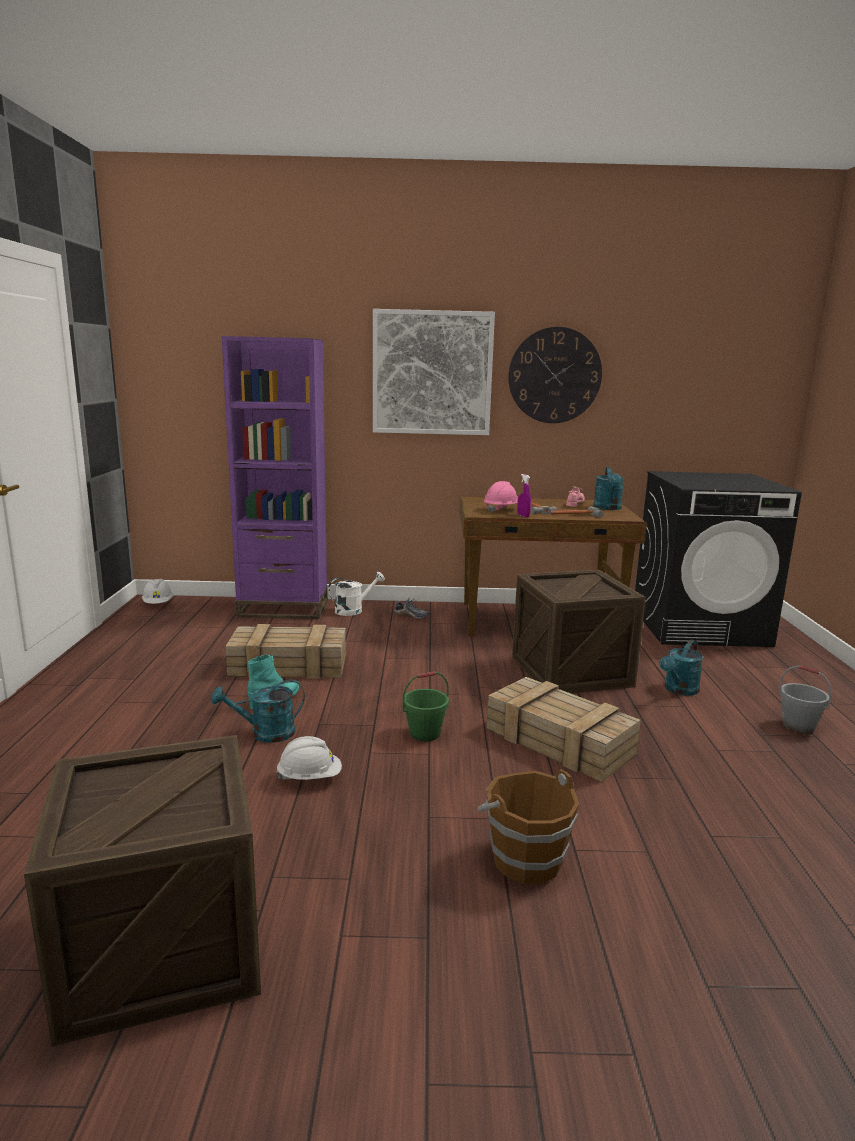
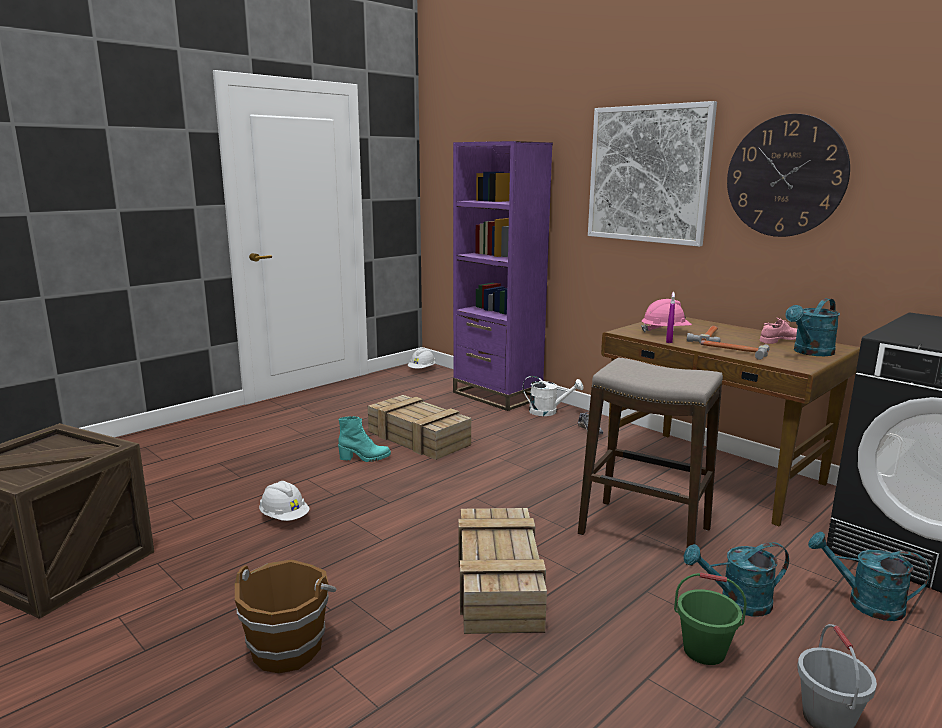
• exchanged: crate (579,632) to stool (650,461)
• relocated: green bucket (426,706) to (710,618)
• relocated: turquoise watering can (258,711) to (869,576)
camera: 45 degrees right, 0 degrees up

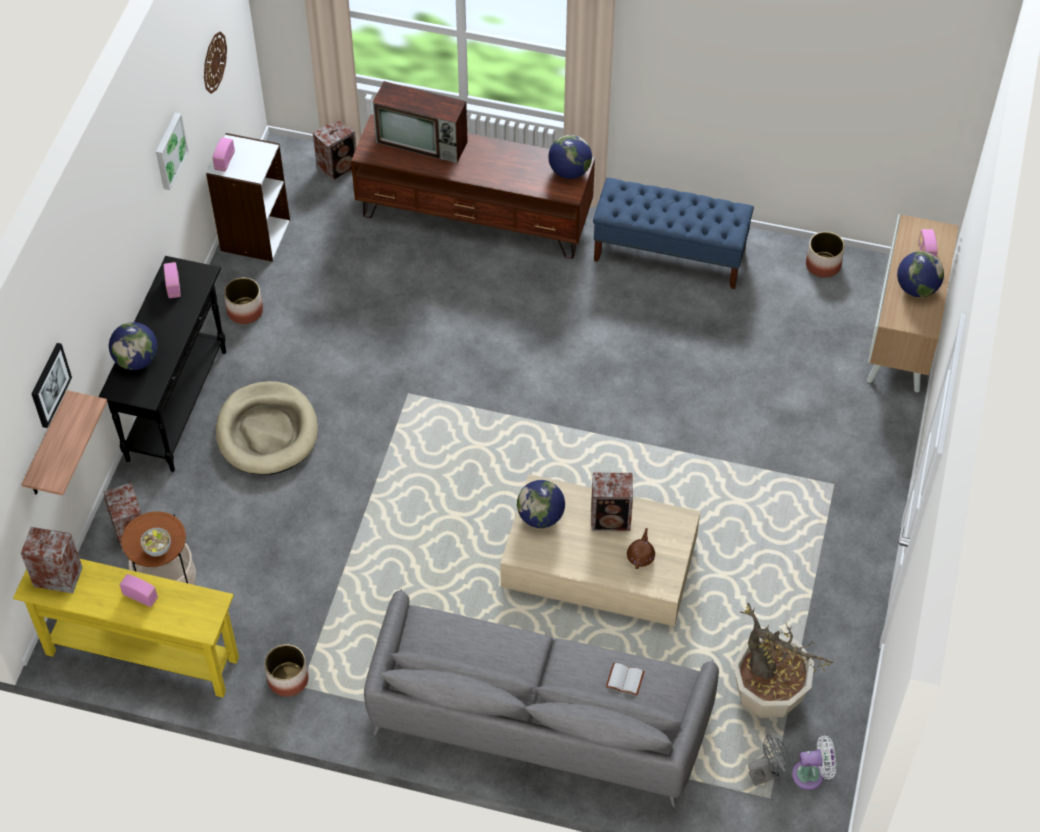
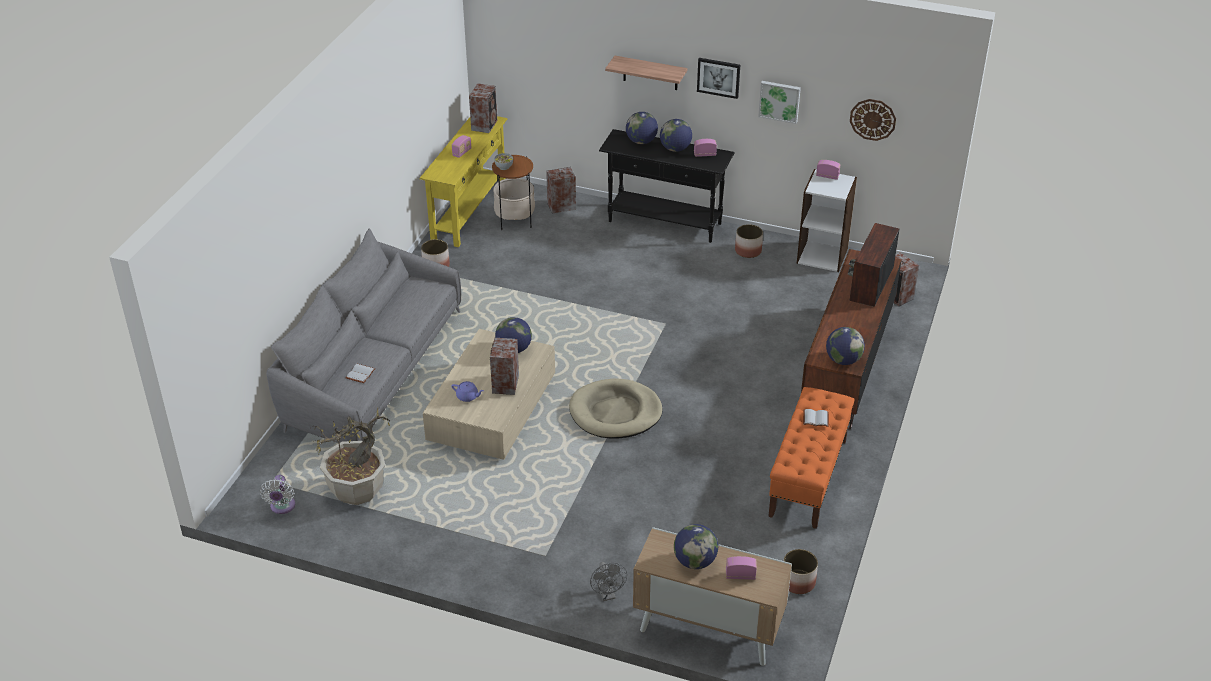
• colour: blue bench (673,233) to orange bench (811,458)
• relocated: picture (51,385) to (718,78)
• relocated: beige dog bed (267,428) to (616,408)
• relocated: shelf (64,443) to (646,73)
• colour: brown teapot (641,548) to purple teapot (468,391)
• relocated: grey fan (769,760) to (608,581)
• appeared: globe (676,135)
• appeared: white book (816,418)
camera: 95 degrees right, 15 degrees down

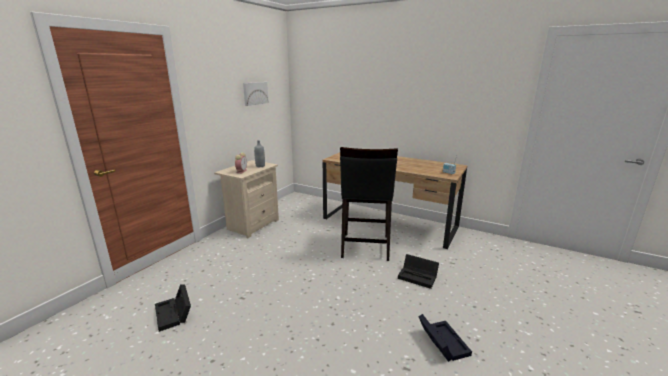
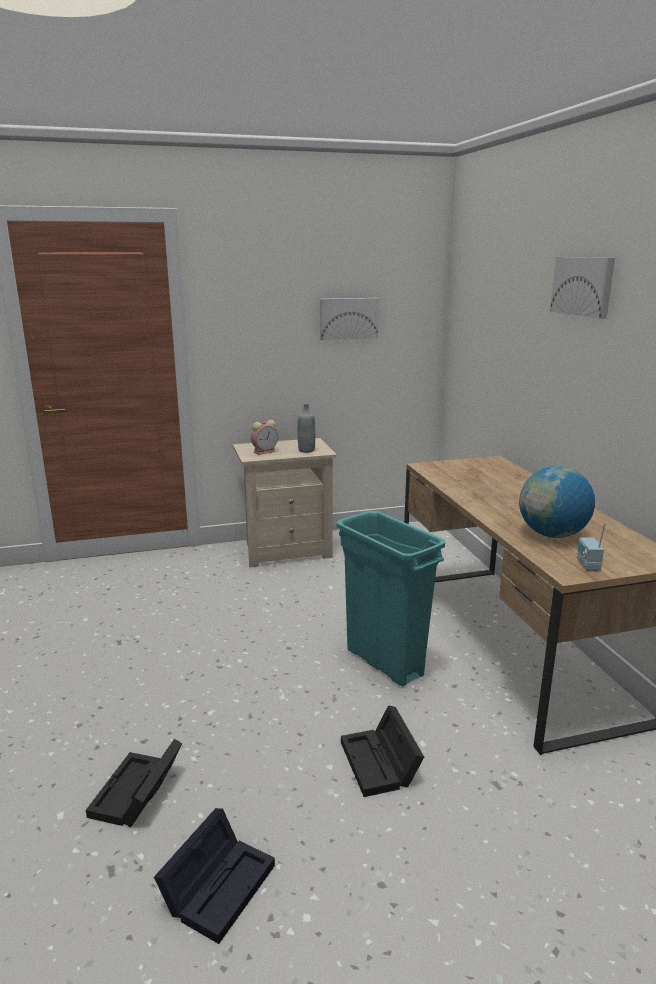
• exchanged: black stool (369,204) to turquoise trash can (391,598)
• relocated: black storage box (173,308) to (134,783)
• appeared: picture (582,288)
• appeared: globe (557,502)
camera: 45 degrees right, 0 degrees up

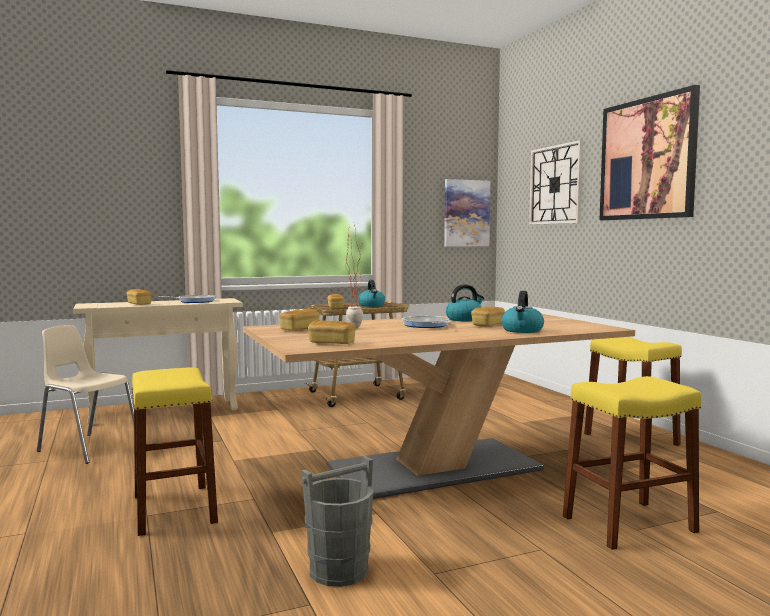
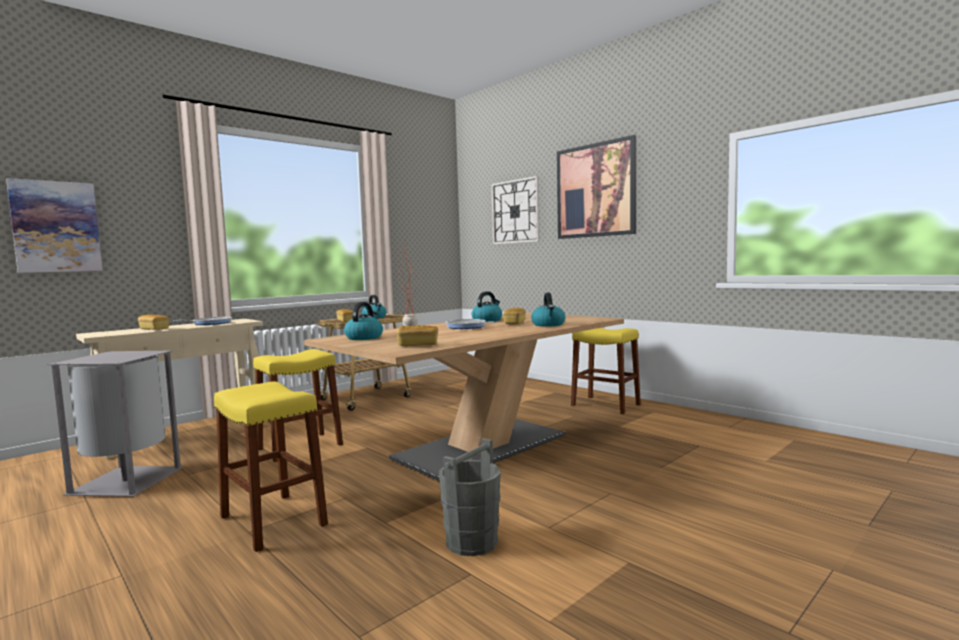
• relocated: picture (467,213) to (54,225)
• exchanged: bread (300,320) to kettle (363,321)
• exchanged: beige chair (85,394) to grey trash can (115,423)
• relocated: yellow stool (632,463) to (298,405)
camera: 20 degrees left, 0 degrees up

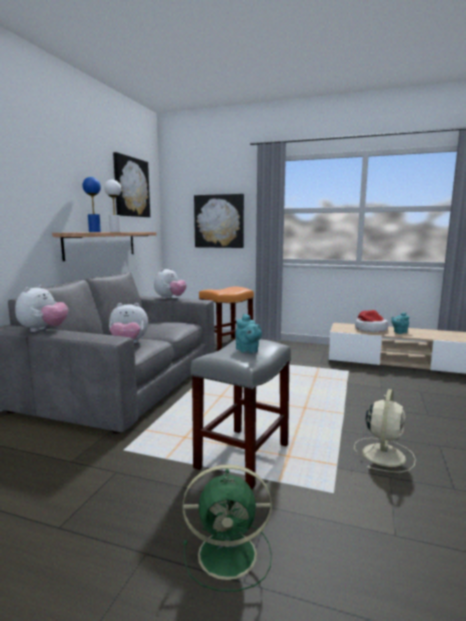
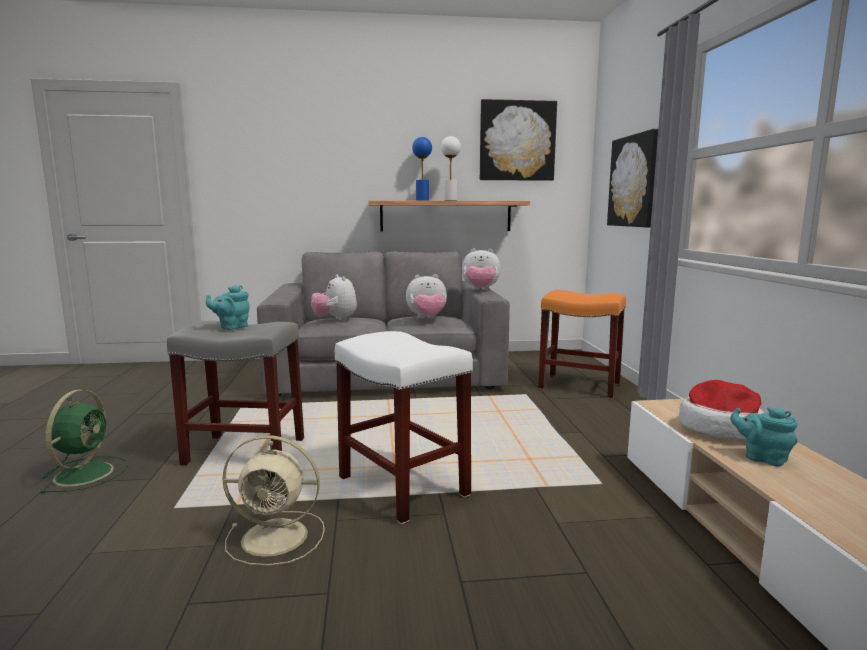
• relocated: plush toy (41,308) to (426,296)
• spun: green fan (227,528) = (84,441) 150 degrees counterclockwise
• appeared: white stool (404,427)
camera: 65 degrees right, 0 degrees up

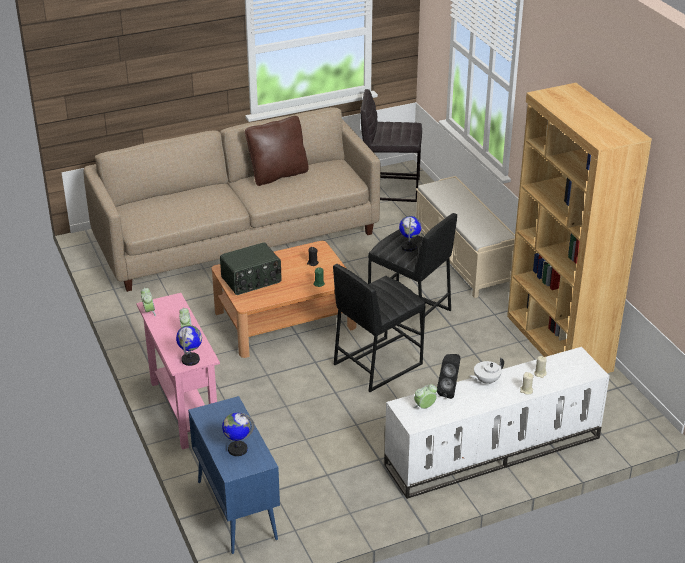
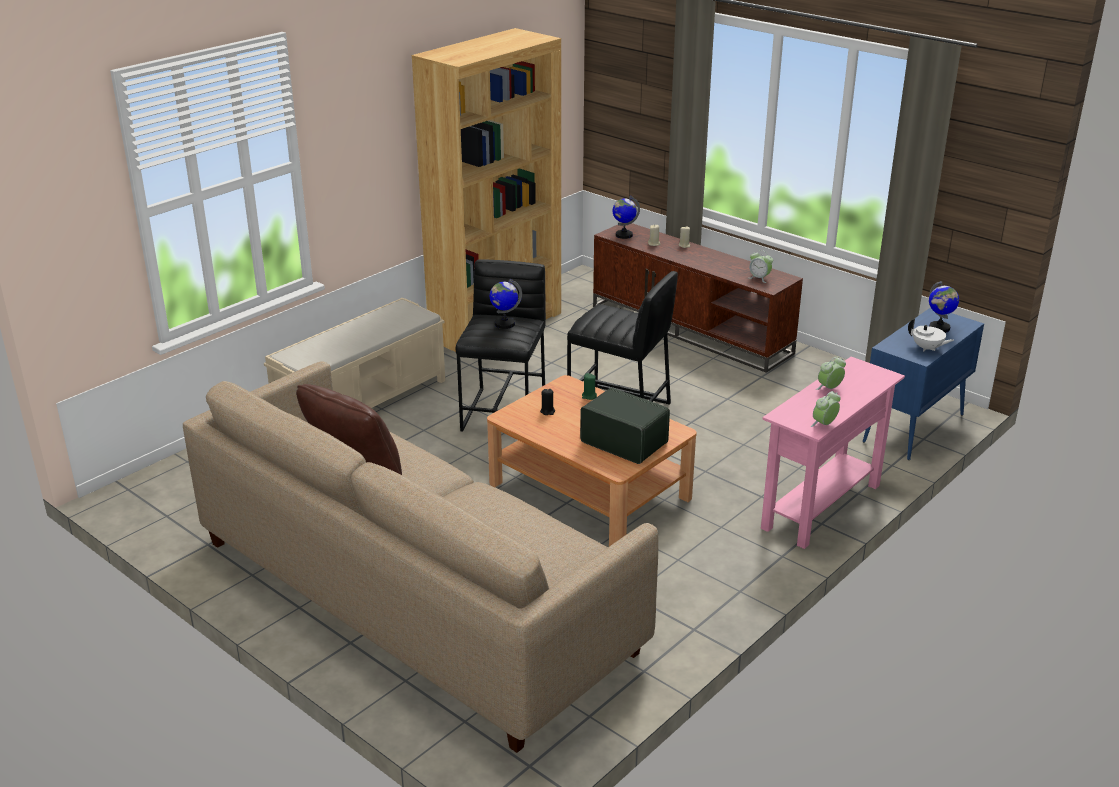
• missing: grey stool (391,145)
• relocated: globe (189,345) to (626,217)
• colour: white tv stand (497,423) to brown tv stand (698,298)
• missing: black speaker (449,376)
• relocated: white teapot (487,371) to (931,335)
camera: 115 degrees left, 5 degrees down

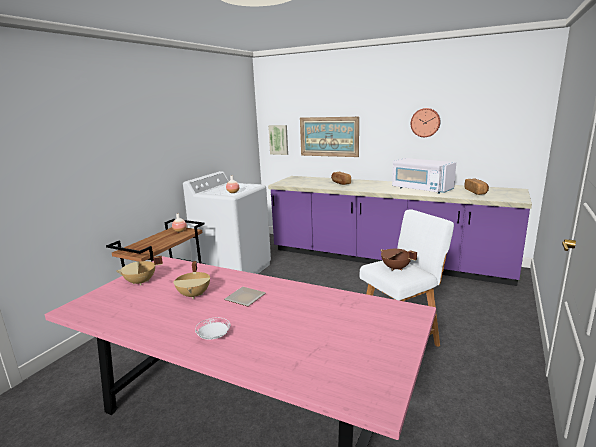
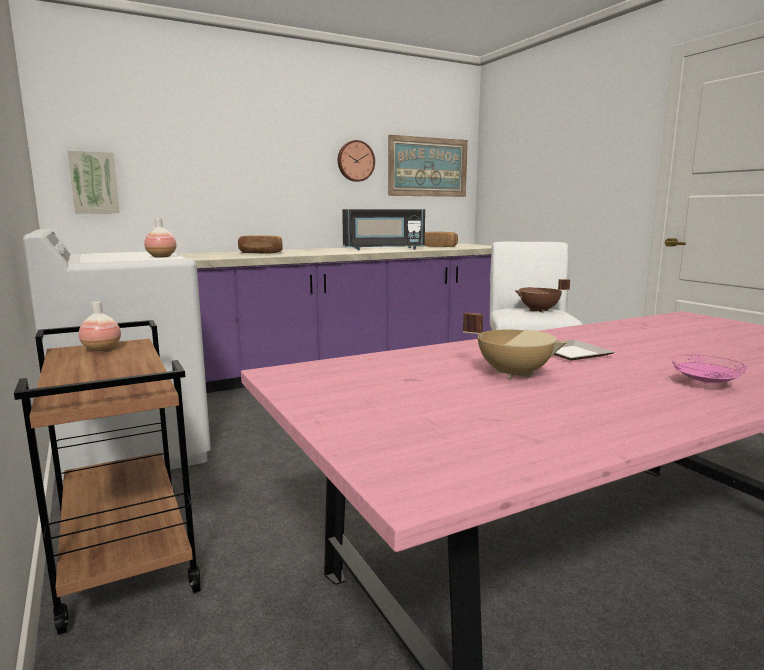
• relocated: picture (329,137) to (428,166)
• colour: white microwave (424,176) to black microwave (383,229)
• missing: beige cooking pot (139,271)
• colour: white plate (212,328) to pink plate (709,369)
camera: 55 degrees left, 5 degrees down

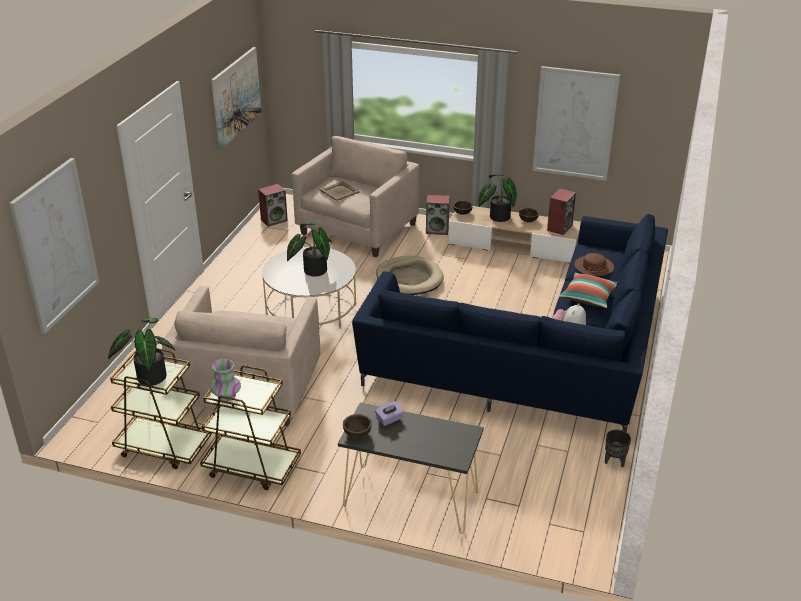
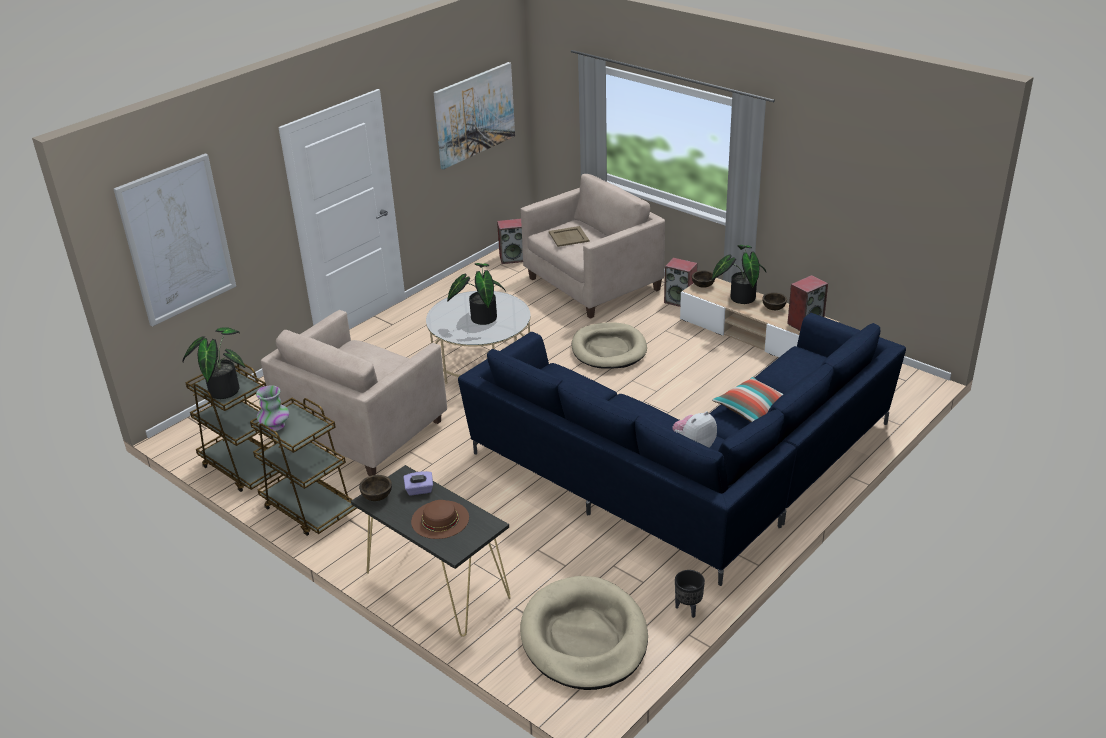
• missing: picture (576,123)
• relocated: brown hat (594,264) to (440,519)
• appeared: beige dog bed (584,633)
camera: 25 degrees right, 0 degrees up

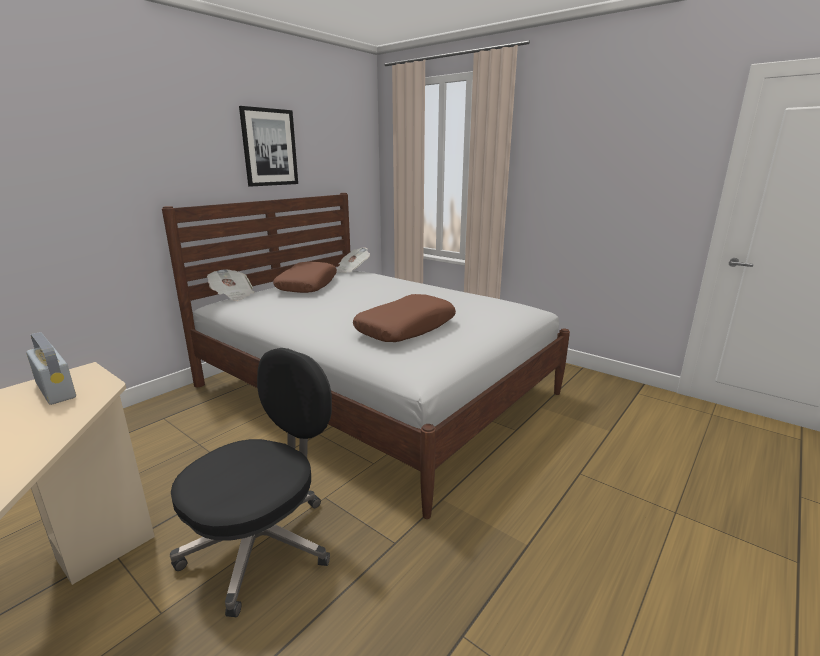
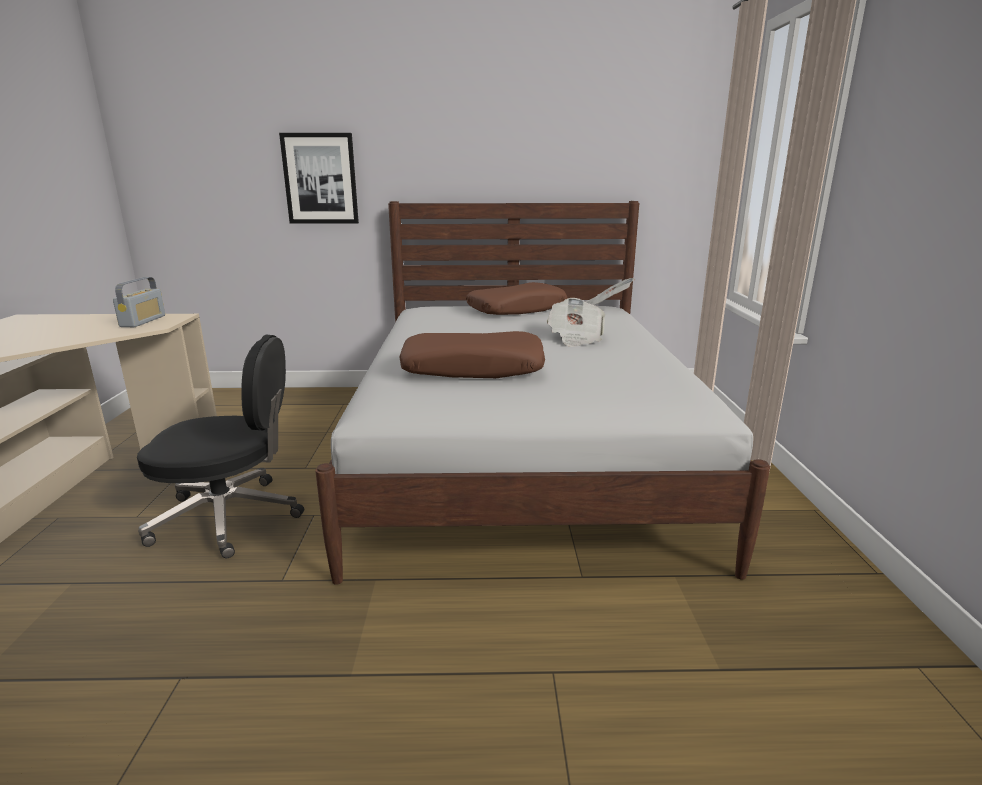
• relocated: picture (268,146) to (319,178)
• relocated: newspaper (230,285) to (576,322)
camera: 50 degrees right, 0 degrees up

